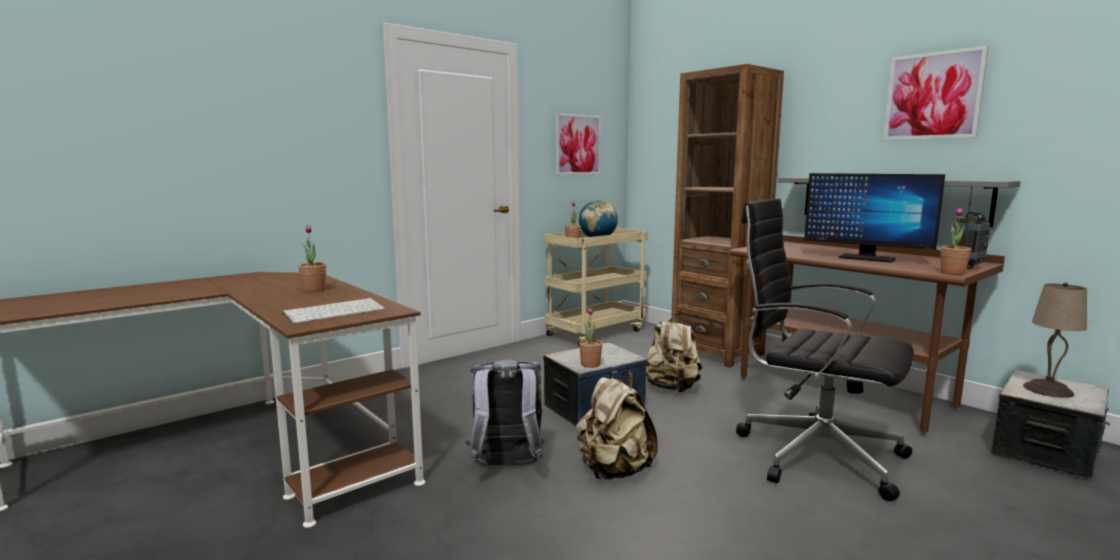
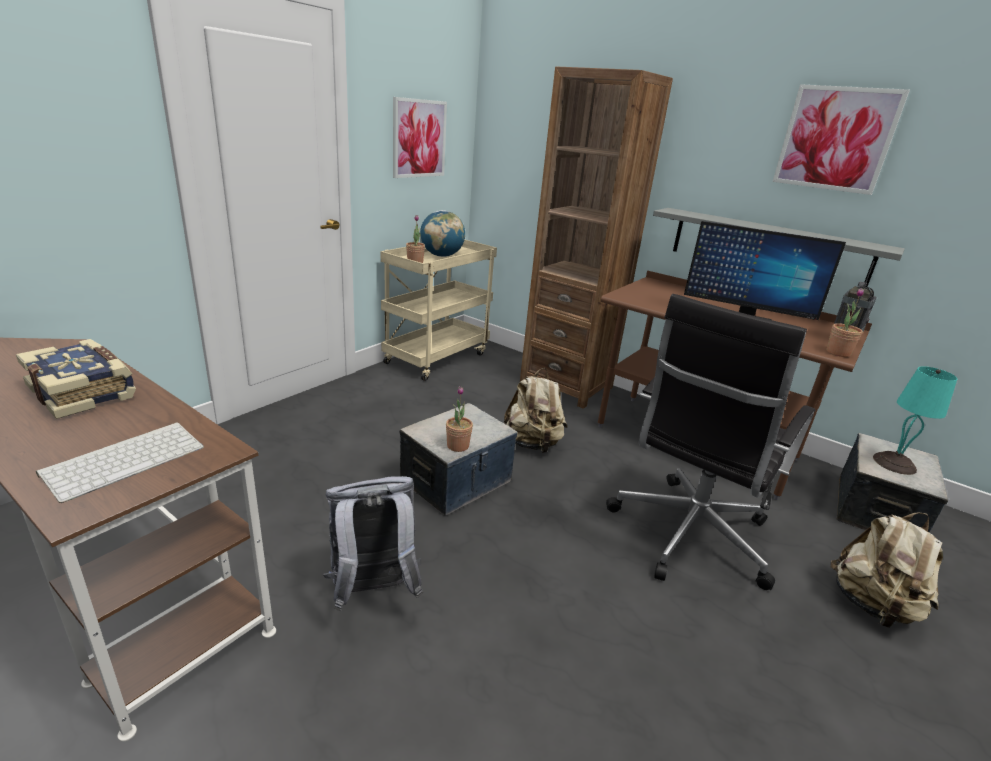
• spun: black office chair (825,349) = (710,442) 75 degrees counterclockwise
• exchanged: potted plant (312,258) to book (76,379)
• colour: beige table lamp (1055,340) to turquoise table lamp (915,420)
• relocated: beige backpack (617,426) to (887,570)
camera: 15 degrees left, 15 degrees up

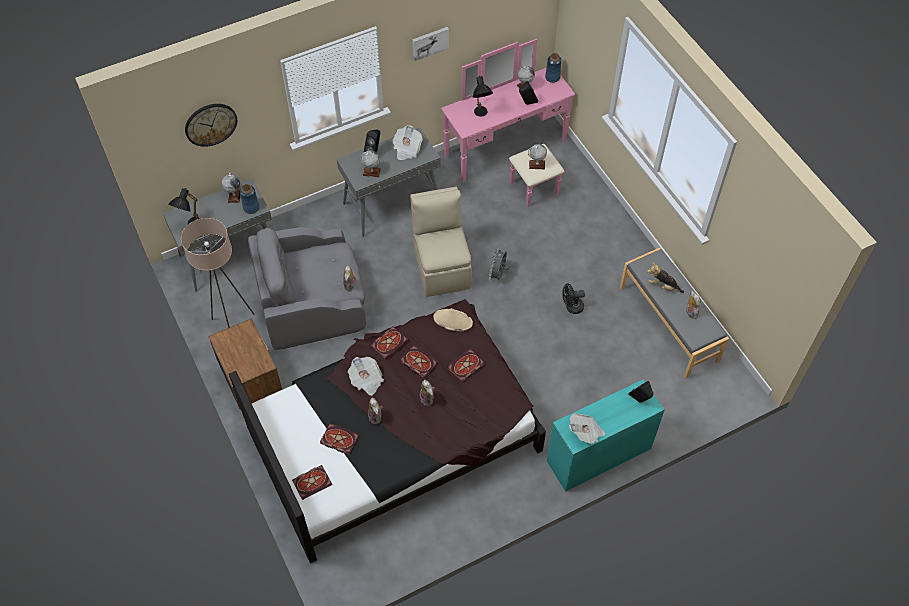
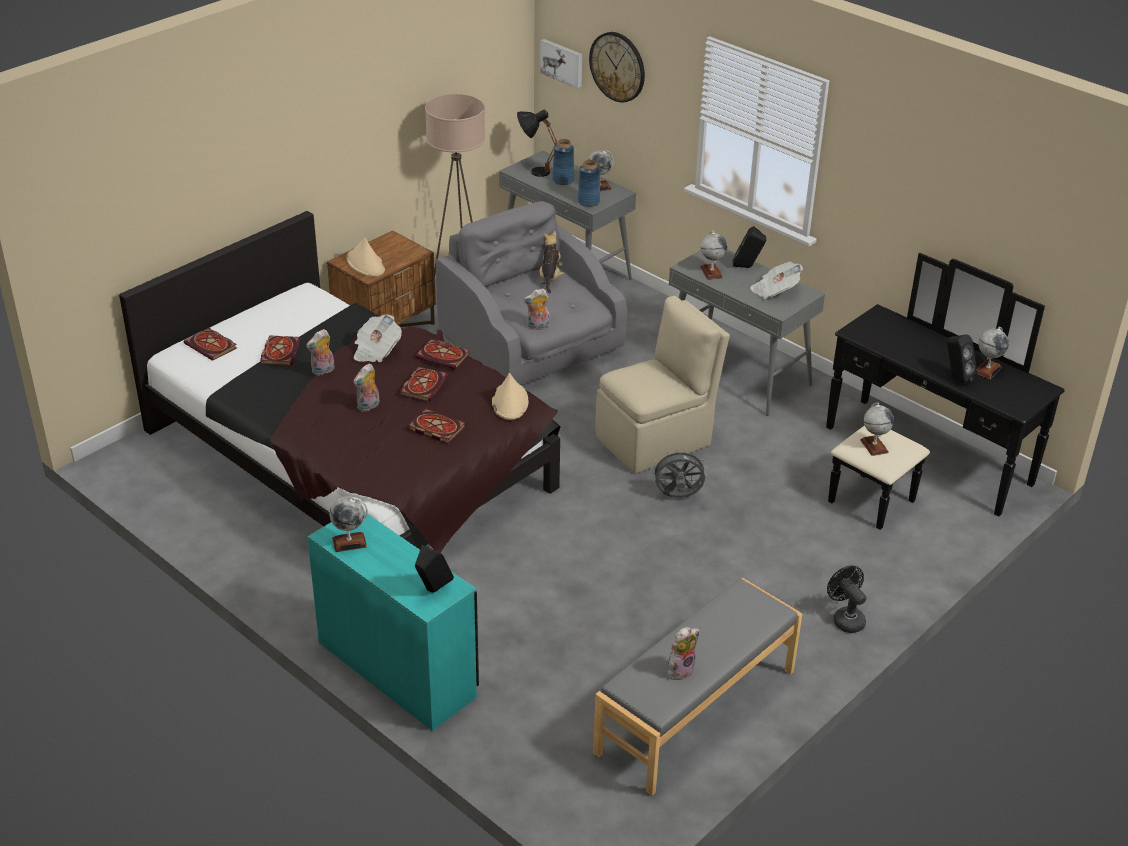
• relocated: picture (430,44) to (561,64)
• colour: pink dresser (508,123) to black dresser (945,391)
• relocated: blue vase (553,68) to (563,162)
• missing: black table lamp (483,96)
• relocated: plush toy (665,277) to (551,262)
• relocated: black fan (573,298) to (847,599)
• exchanged: newspaper (587,428) to globe (348,524)
• appeared: beige hat (366,257)
camera: 70 degrees right, 20 degrees down

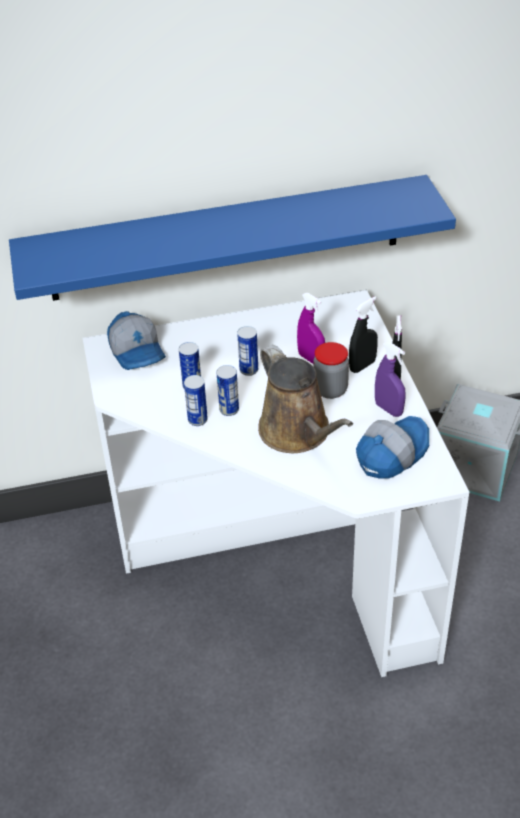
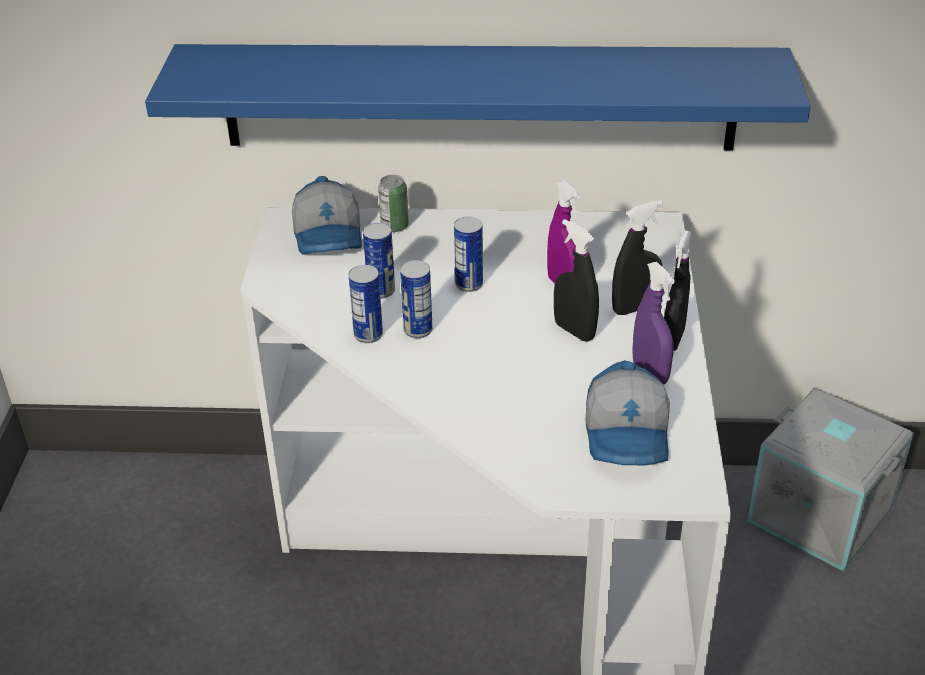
• exchanged: jar (331,370) to black spray bottle (576,280)
• missing: brown watering can (305,399)
• spun: cap (392,447) = (628,412) 120 degrees clockwise
• appeared: can (393,203)
camera: 15 degrees right, 5 degrees down

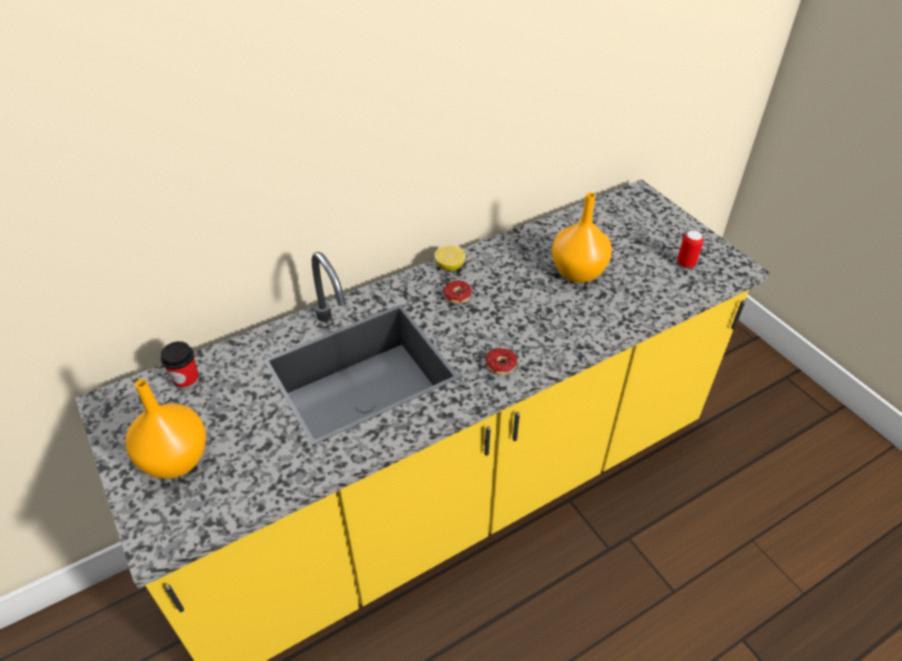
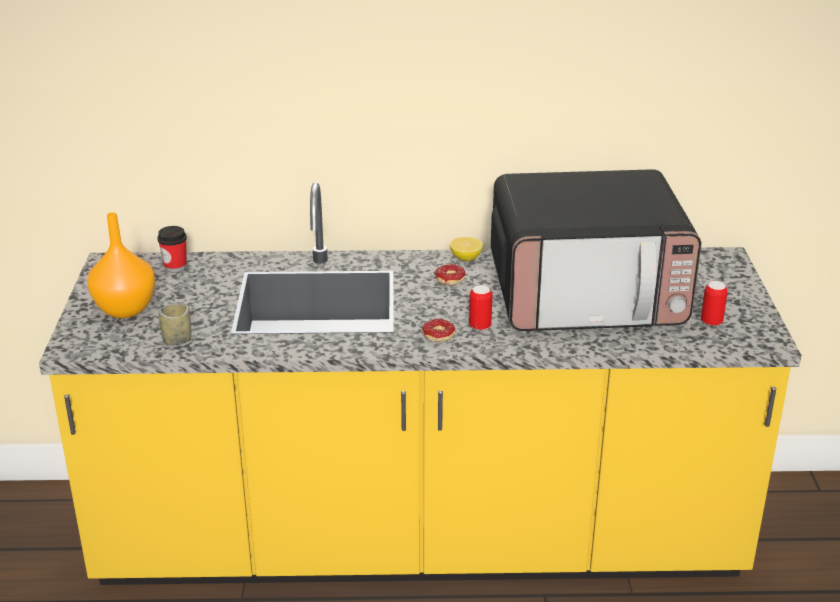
• exchanged: orange vase (582,238) to microwave (596,250)
• appeared: can (480,308)
• appeared: cup (174,324)
camera: 30 degrees right, 15 degrees down

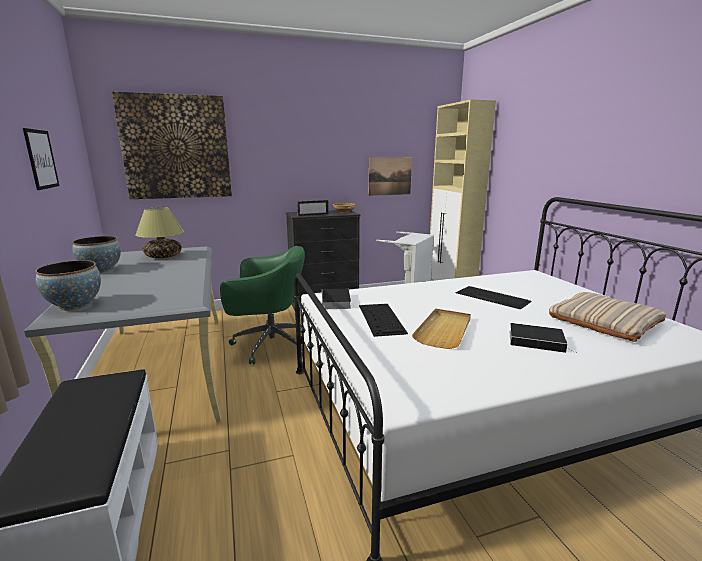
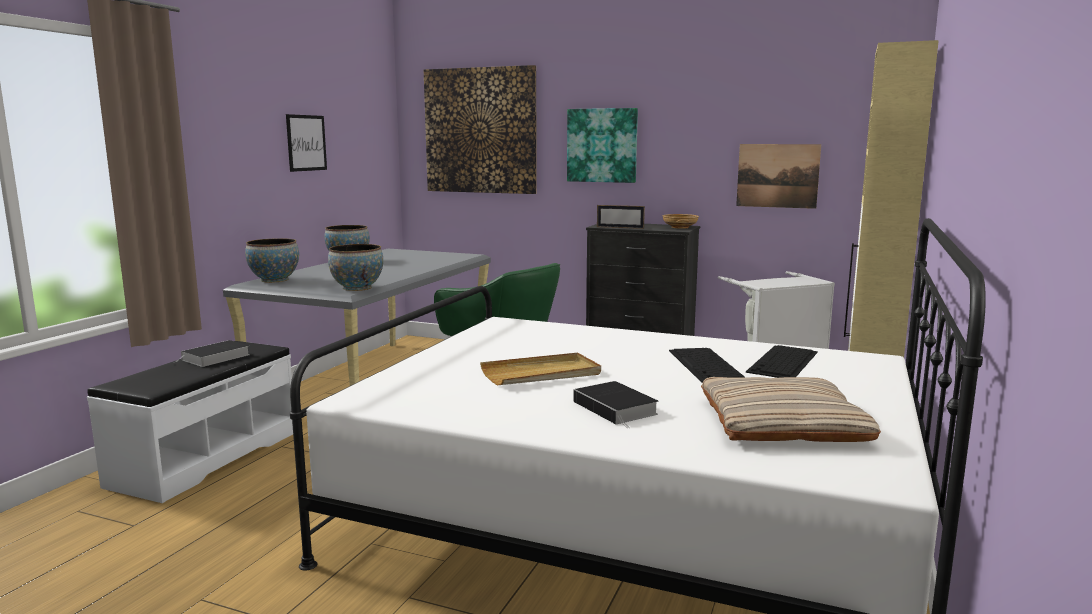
• missing: table lamp (159,232)
• relocated: book (336,299) to (213,353)
• relocated: keyboard (383,320) to (782,361)
• appeared: picture (602,145)
• appeared: bowl (355,267)
camera: 40 degrees right, 5 degrees down

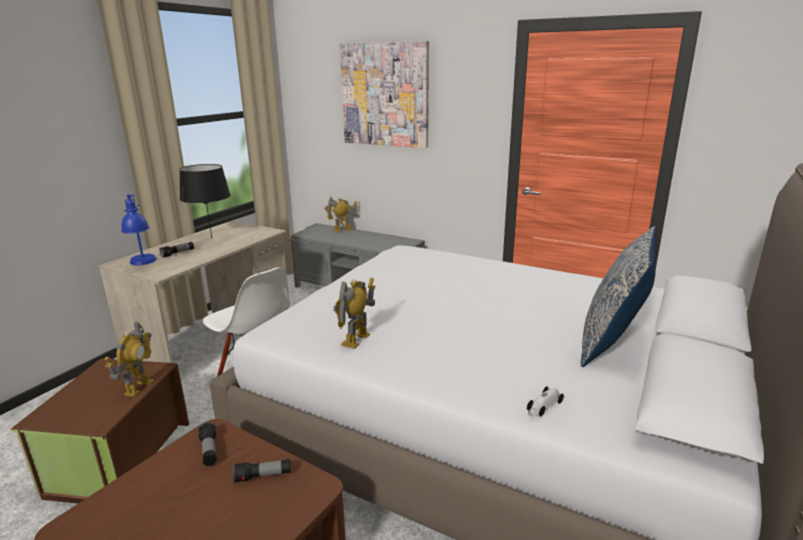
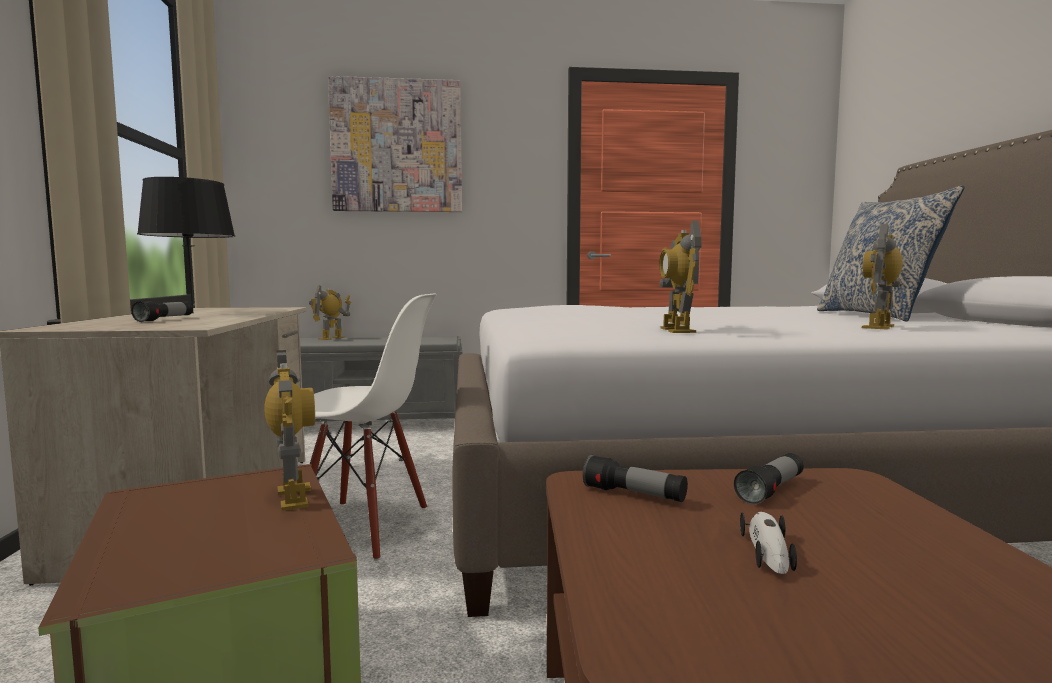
• missing: blue table lamp (139,229)
• relocated: toy car (545,401) to (768,542)
• appeared: toy robot (882,276)
camera: 35 degrees left, 15 degrees down

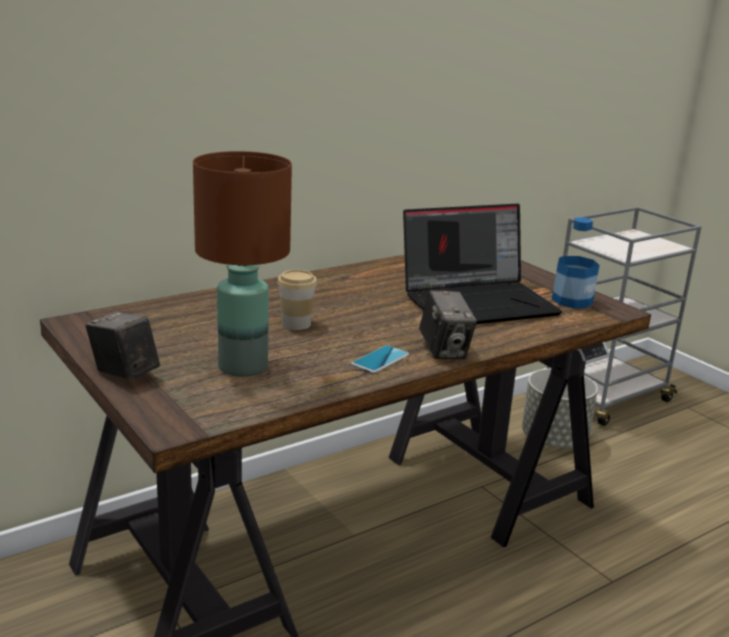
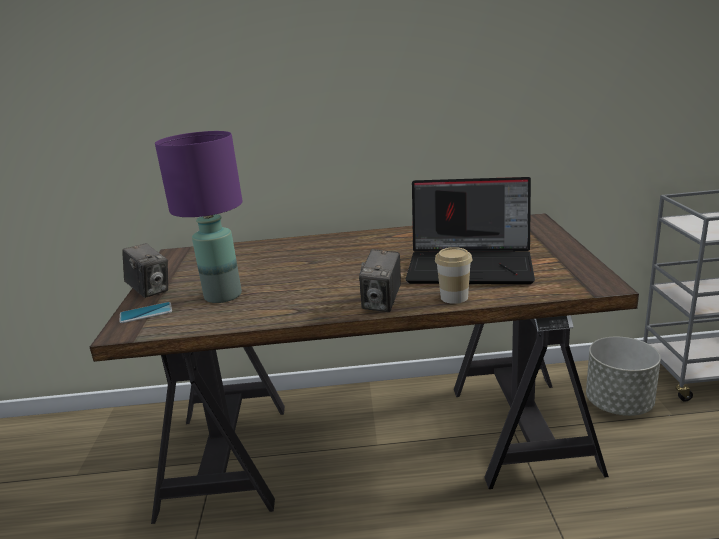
• colour: brown table lamp (242,264) to purple table lamp (199,217)
• missing: bottle (576,263)
• relocated: cup (297,300) to (453,275)
• spun: photo camera (122,346) = (145,270) 150 degrees clockwise
• relocated: phone (380,359) to (146,312)
camera: 35 degrees right, 0 degrees up

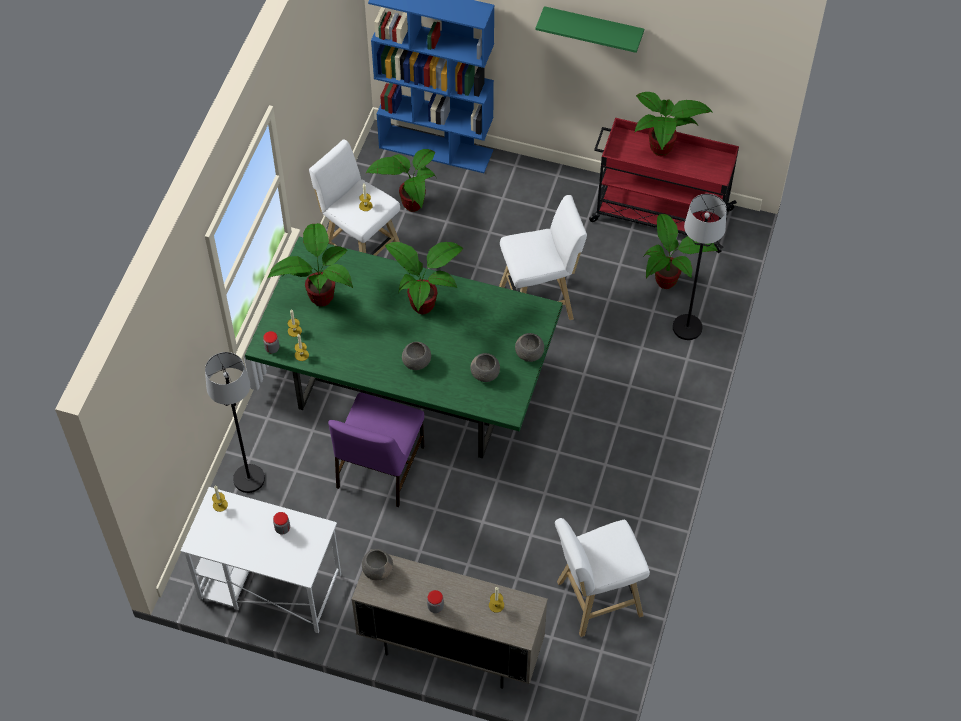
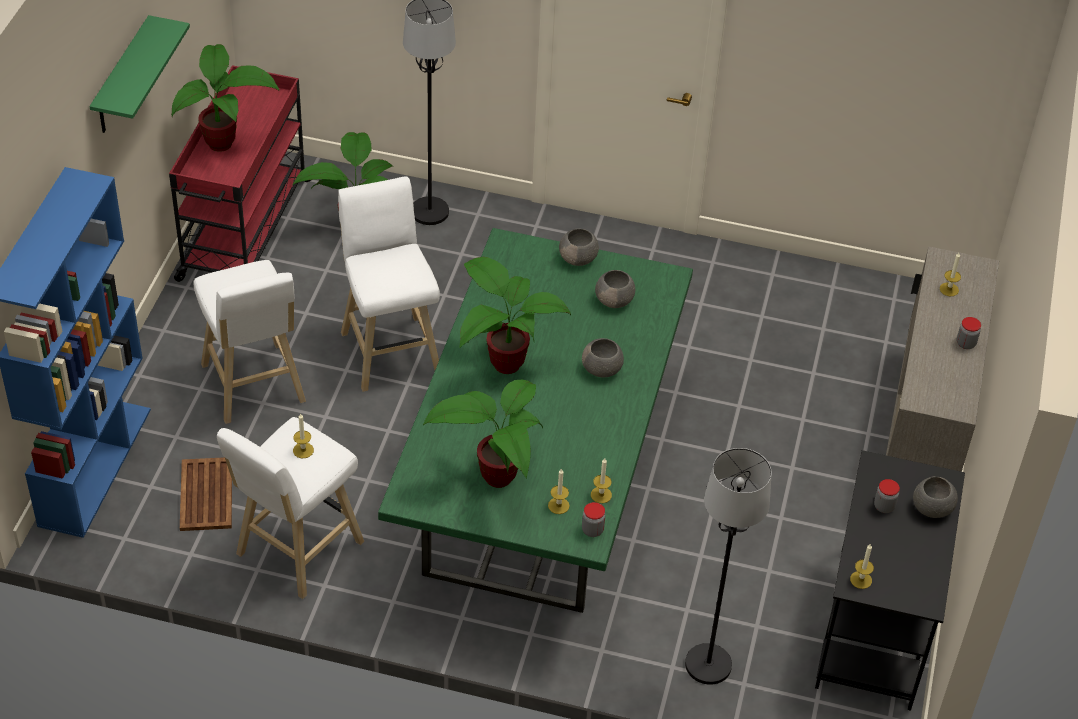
• exchanged: potted plant (401,180) to brown tray (206,494)
• missing: purple chair (376,449)
• colour: white desk (260,560) to black desk (890,580)
• relocated: white stool (602,577) to (249,342)
• relocated: grey bowl (377,564) to (935,497)
camera: 95 degrees left, 10 degrees down

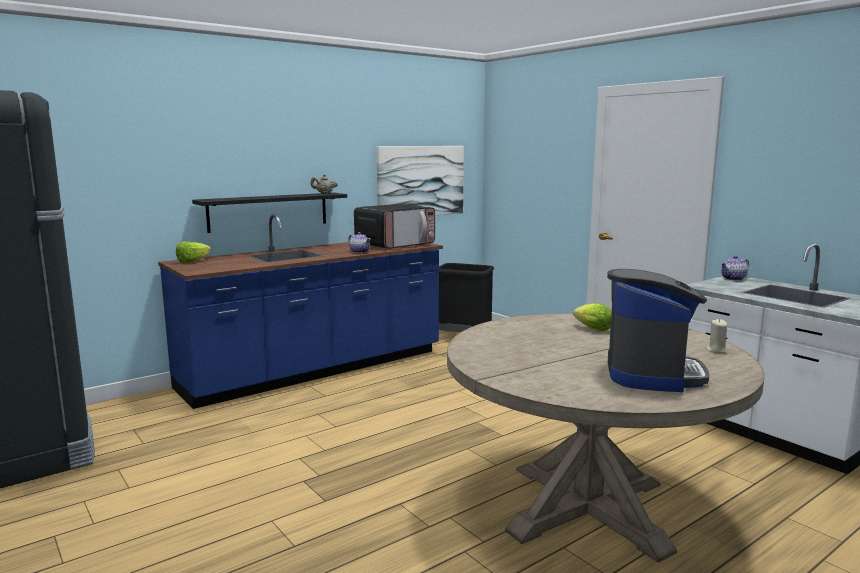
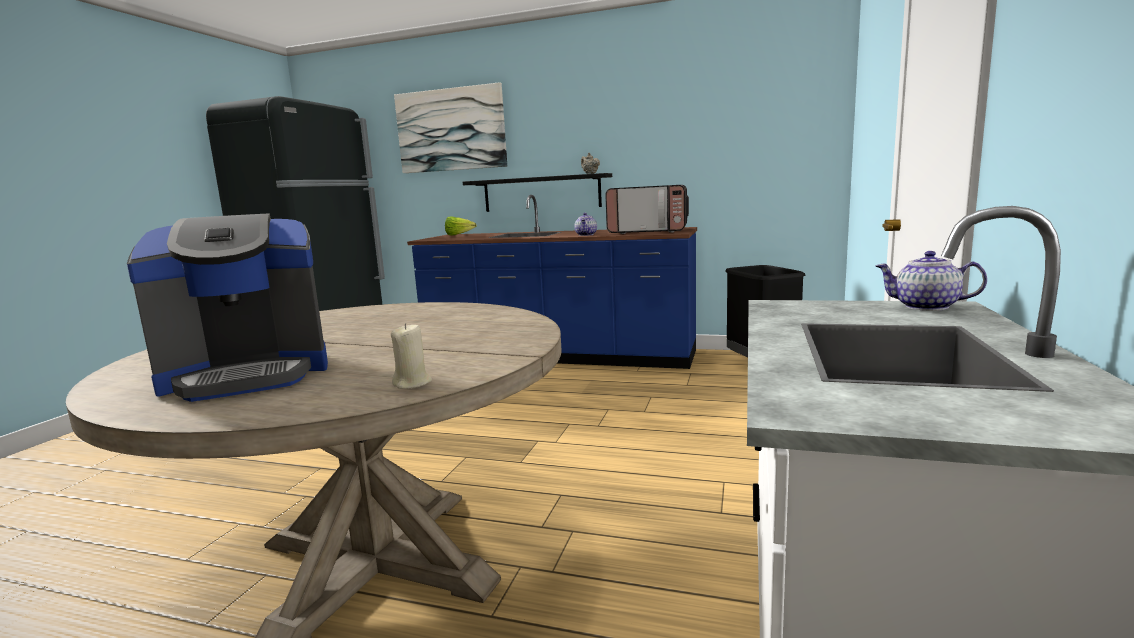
• relocated: picture (420,180) to (450,127)
• missing: lettuce (592,317)
camera: 55 degrees right, 0 degrees up

